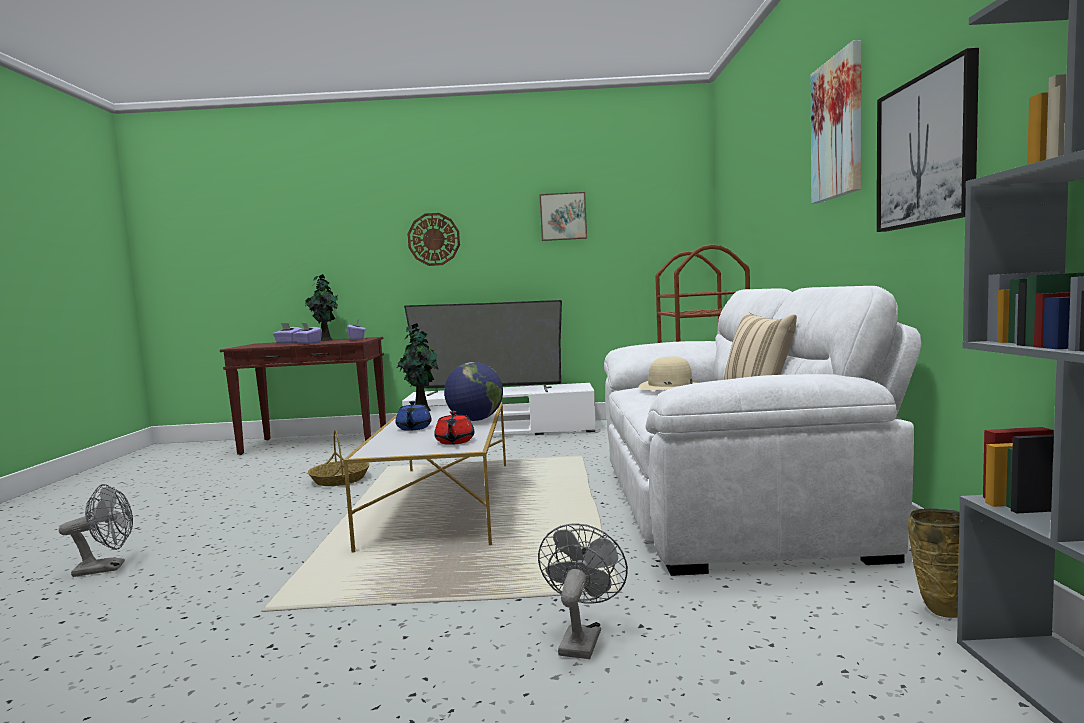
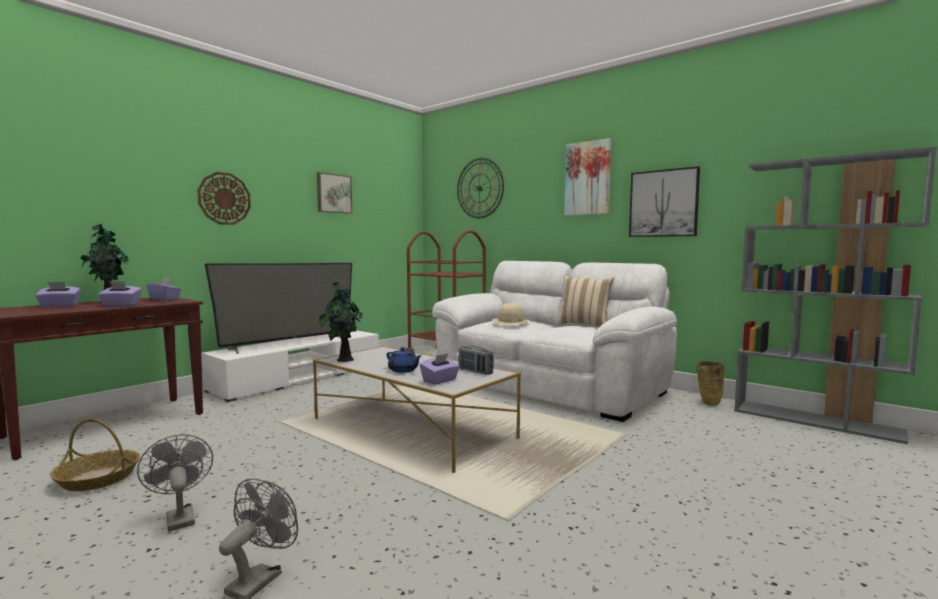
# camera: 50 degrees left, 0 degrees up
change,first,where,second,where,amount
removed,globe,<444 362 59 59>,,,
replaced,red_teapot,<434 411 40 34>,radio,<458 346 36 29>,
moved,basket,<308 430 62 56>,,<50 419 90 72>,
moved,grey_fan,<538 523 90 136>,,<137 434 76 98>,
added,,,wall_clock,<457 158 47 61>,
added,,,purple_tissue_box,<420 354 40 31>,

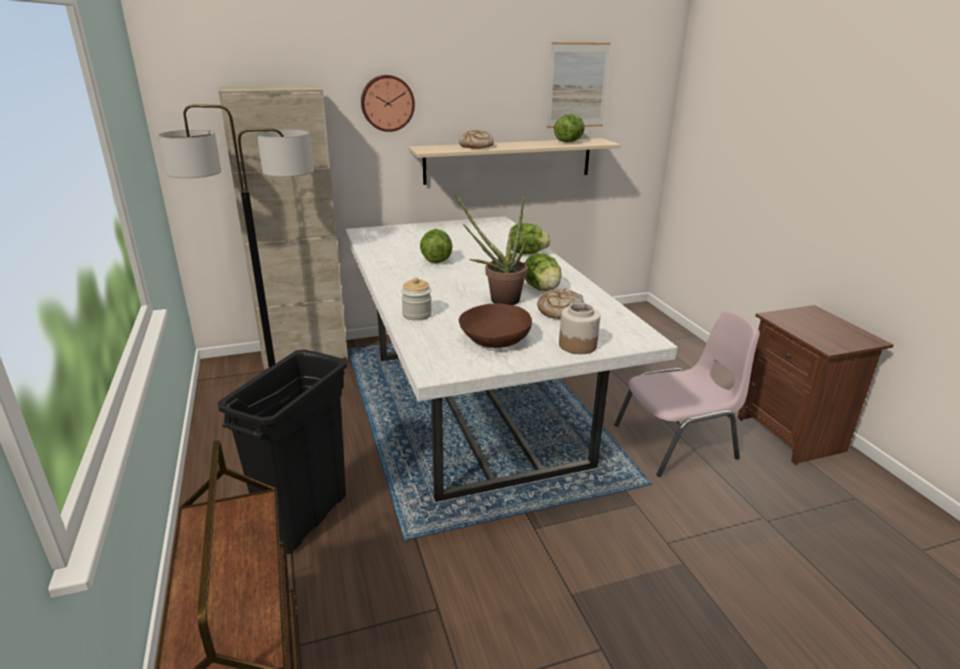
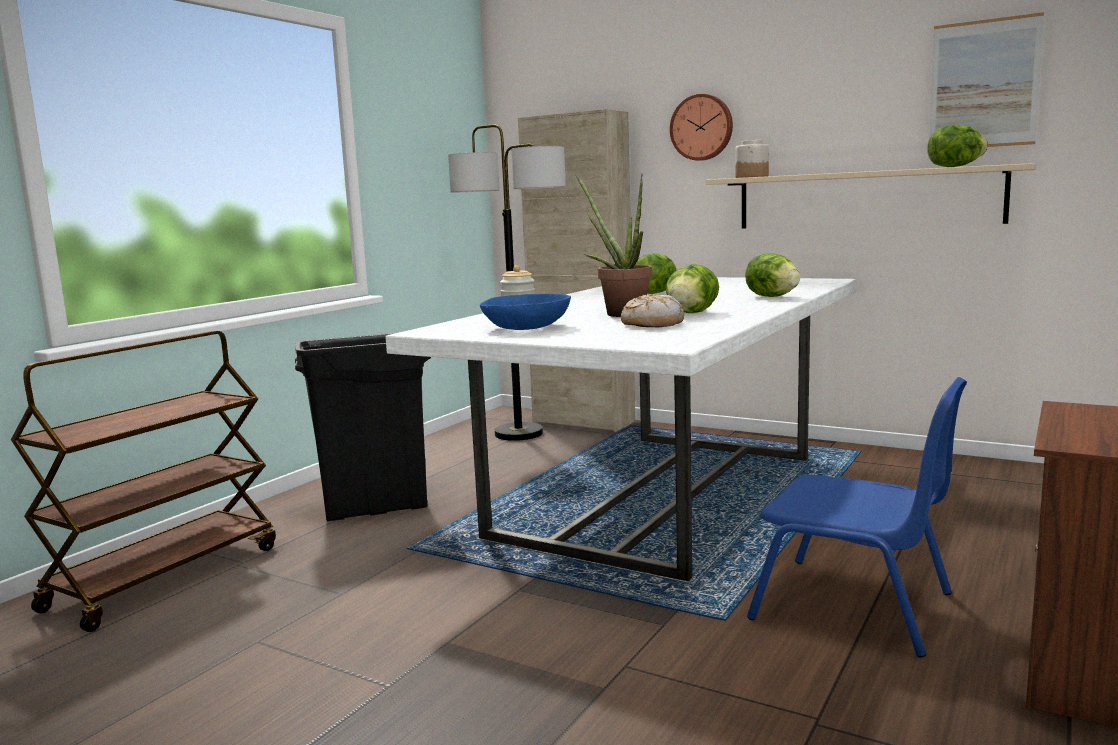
# camera: 50 degrees right, 15 degrees down
change,first,where,second,where,amount
removed,bread,<459 130 35 19>,,,
recoloured,brown_bowl,<459 303 73 45>,blue_bowl,<480 293 91 37>,
moved,jar,<559 303 41 51>,,<735 140 34 38>,
recoloured,pink_chair,<614 310 146 167>,blue_chair,<747 377 220 281>,

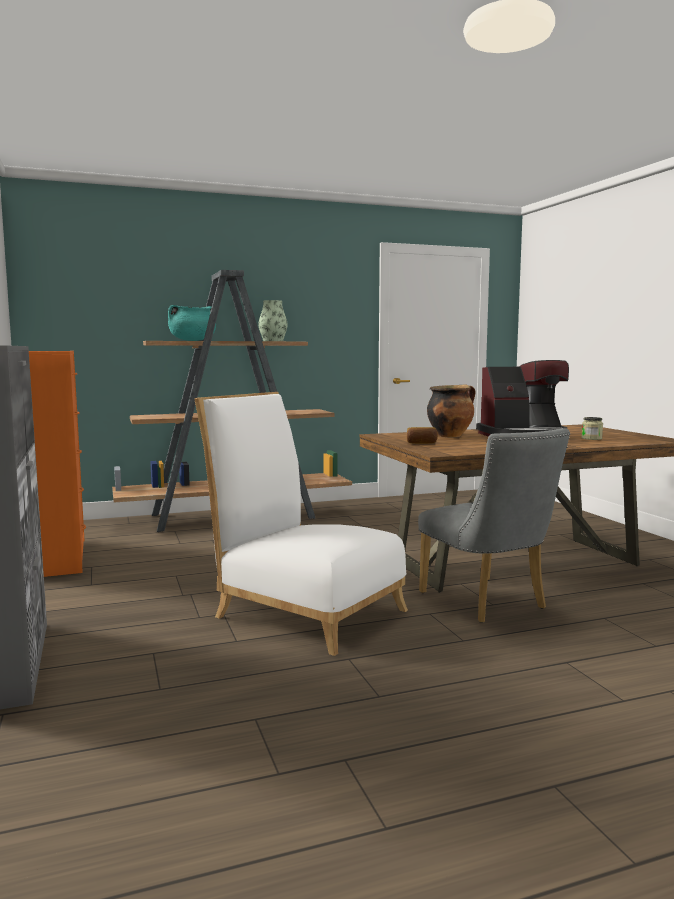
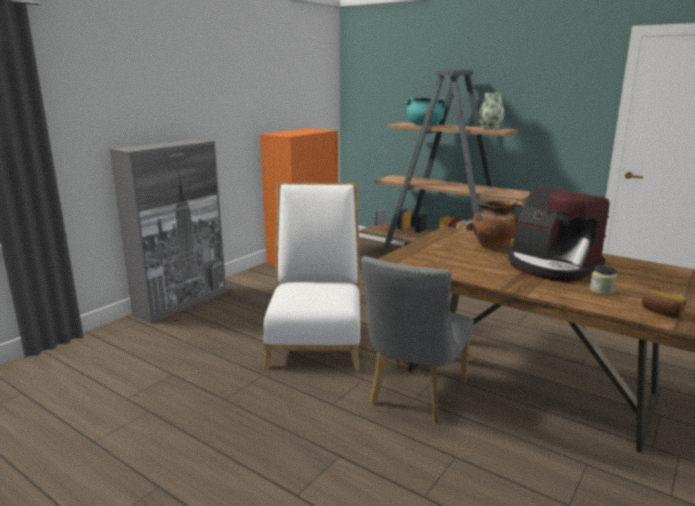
# camera: 55 degrees right, 10 degrees up
change,first,where,second,where,amount
moved,bread,<407 427 31 17>,,<642 289 44 29>,

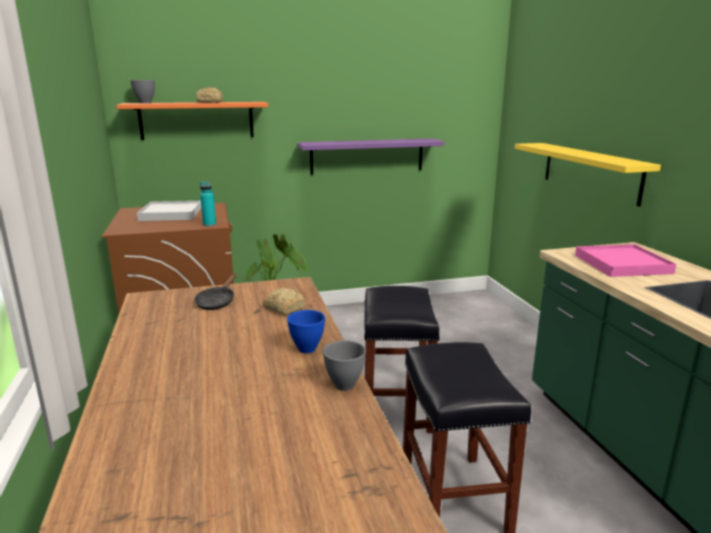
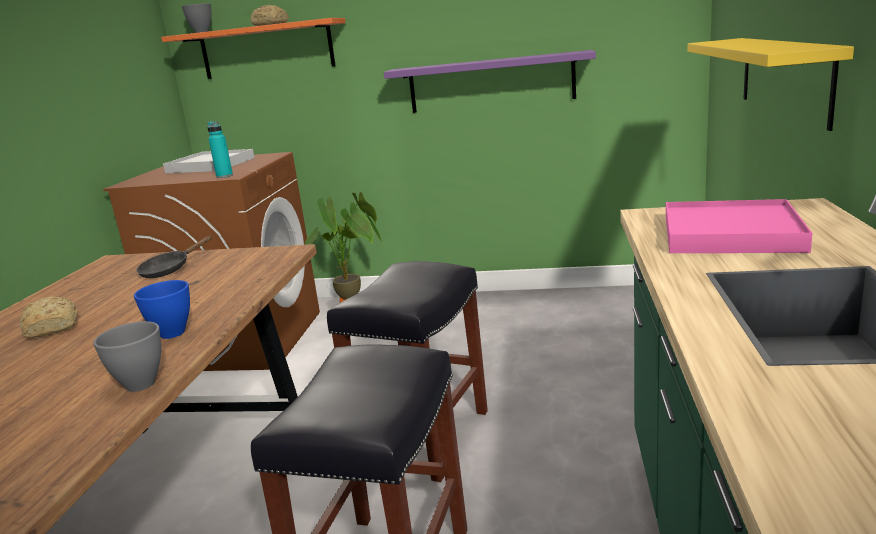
# camera: 25 degrees right, 0 degrees up
change,first,where,second,where,amount
moved,bread,<263 288 42 27>,,<19 297 58 41>,

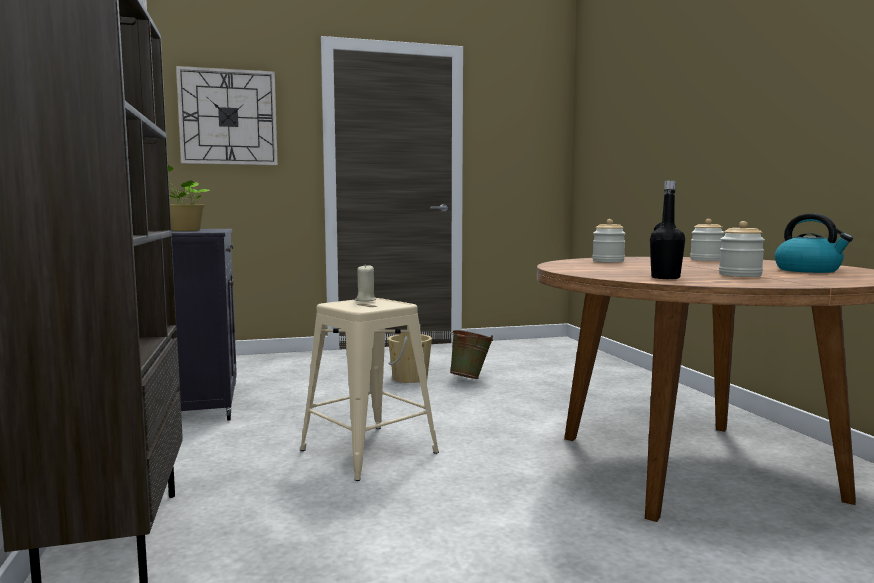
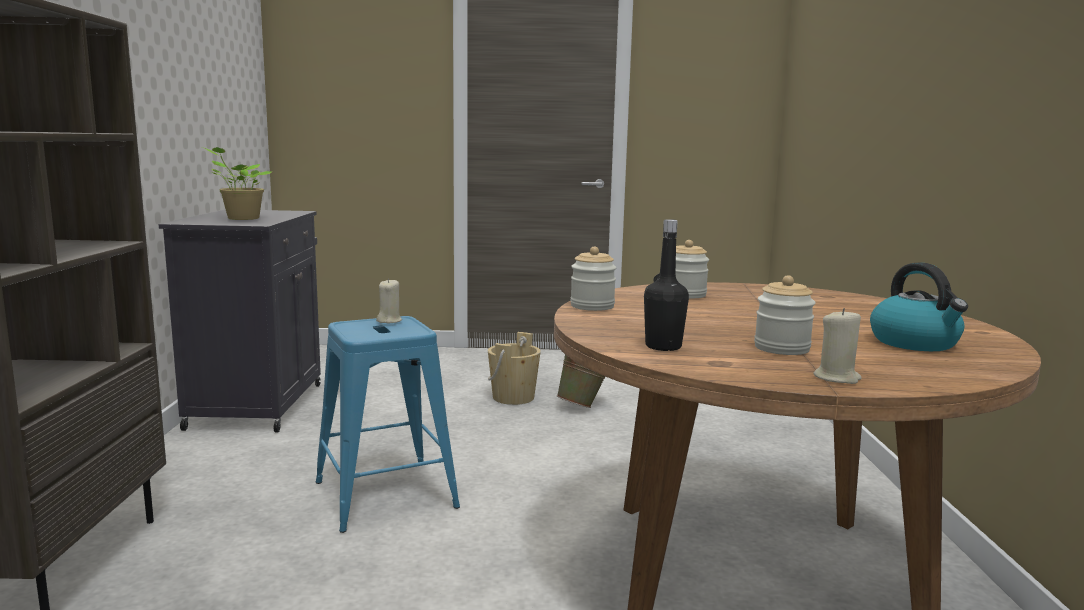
# camera: 15 degrees right, 5 degrees up
change,first,where,second,where,amount
removed,wall_clock,<176 66 102 99>,,,
moved,jar,<690 219 34 42>,,<570 247 46 64>,
recoloured,beige_stool,<300 298 139 183>,blue_stool,<316 316 144 217>,
added,,,beige_candle,<814 308 48 76>,

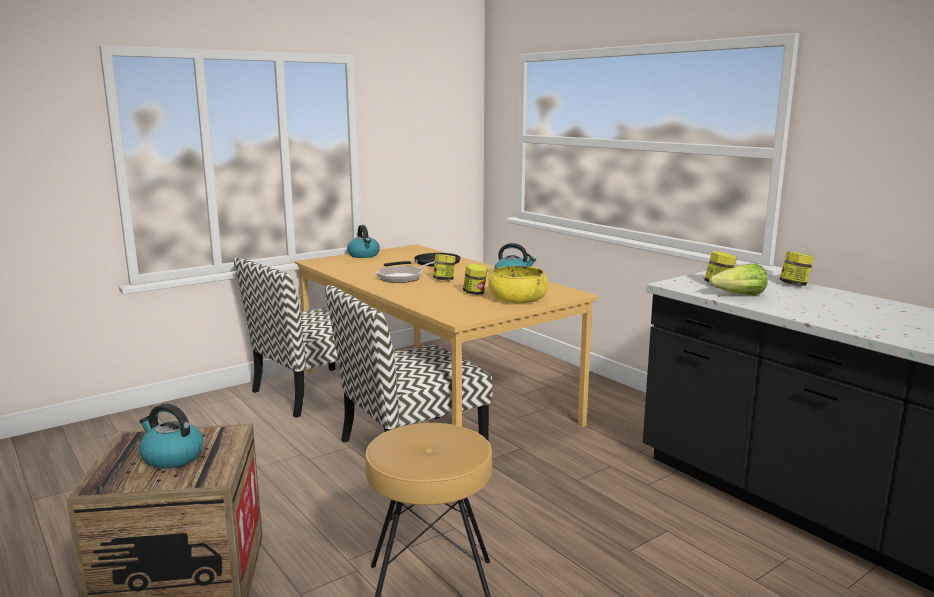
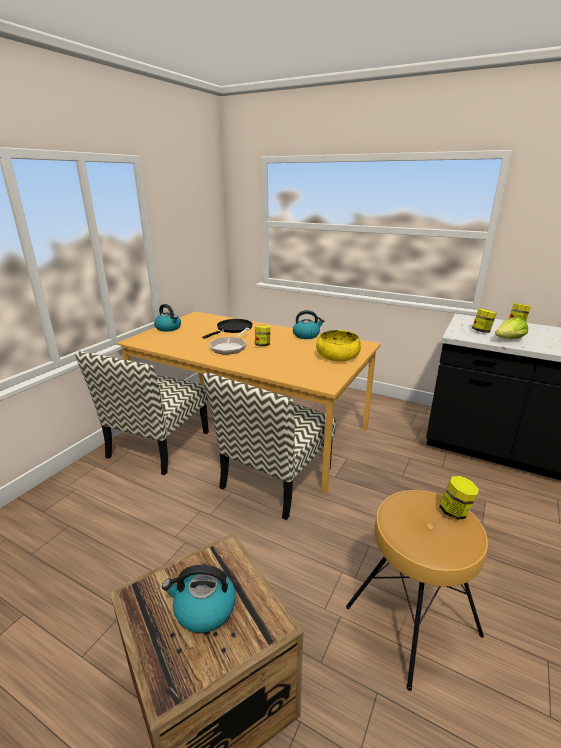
# camera: 25 degrees left, 10 degrees up
change,first,where,second,where,amount
moved,jar,<463 264 25 31>,,<439 476 40 44>,

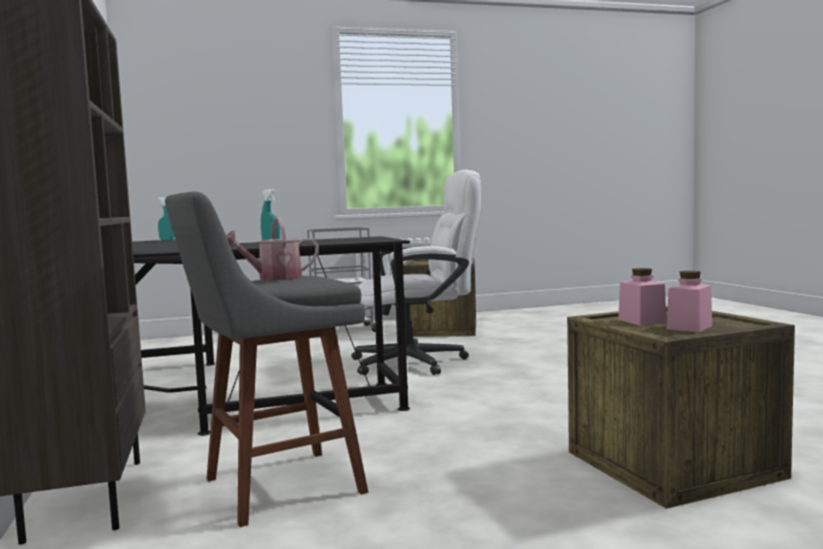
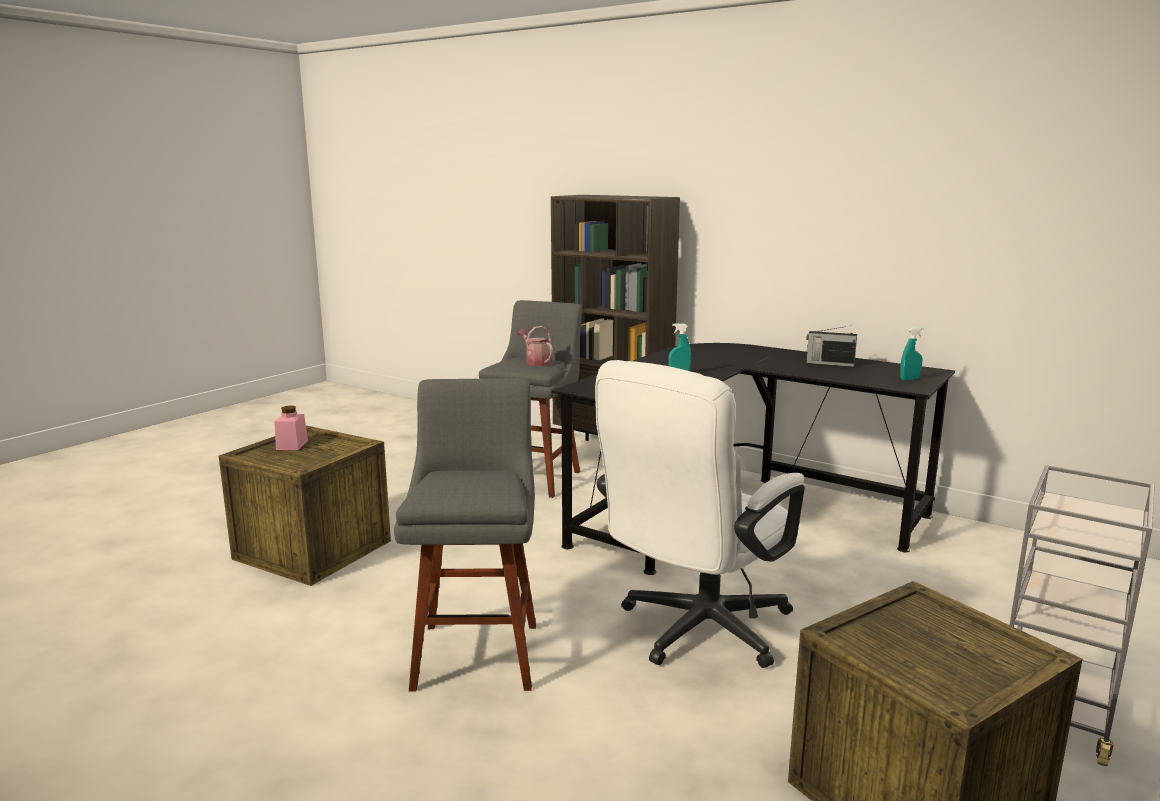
# camera: 140 degrees right, 10 degrees up
change,first,where,second,where,amount
turned,watering_can,<226 217 93 63>,,<518 326 35 40>,60 degrees counterclockwise
removed,pink_jar,<618 268 49 58>,,,
added,,,radio,<806 326 51 41>,
added,,,grey_stool,<394 379 142 313>,

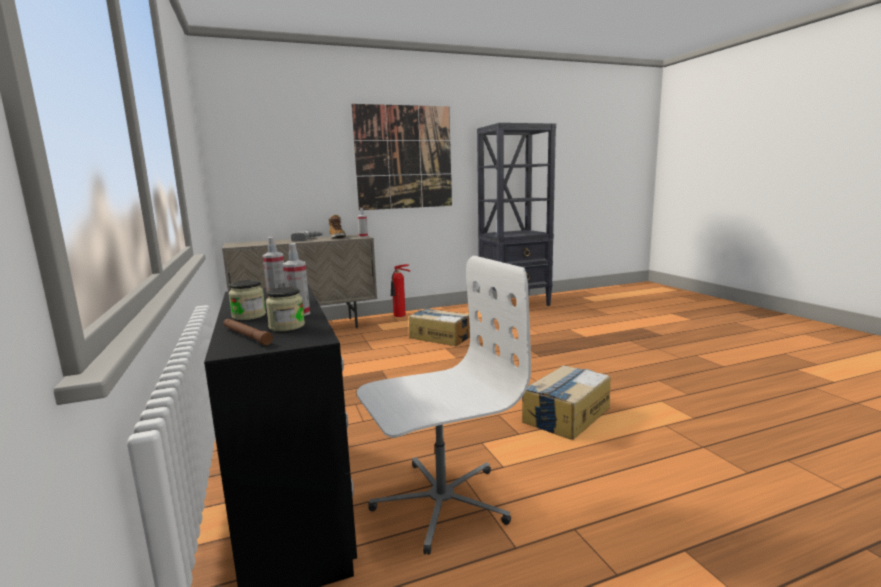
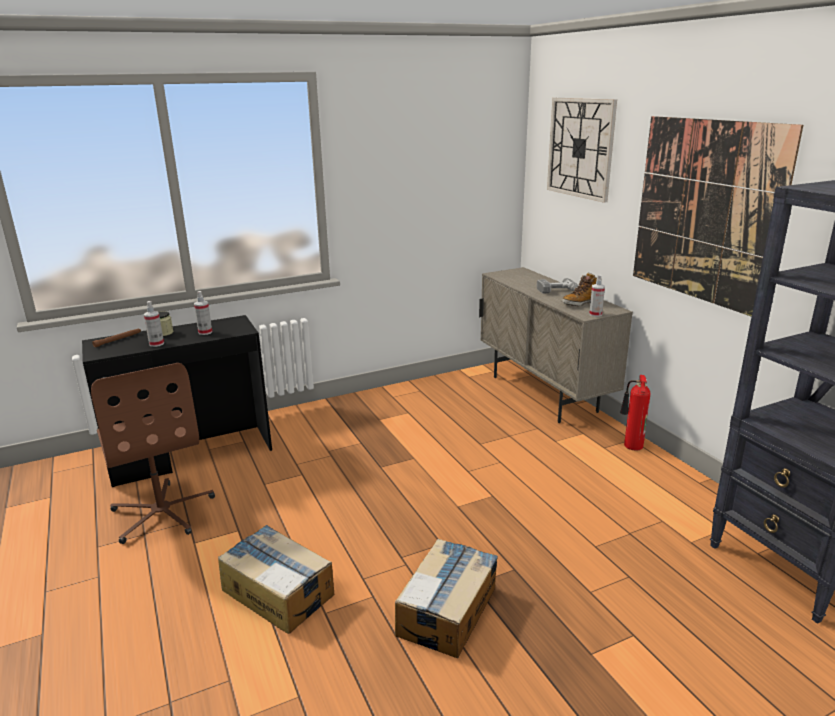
# camera: 85 degrees right, 10 degrees up
change,first,where,second,where,amount
recoloured,white_office_chair,<357 256 174 299>,brown_office_chair,<91 363 124 181>,
removed,jar,<266 287 39 44>,,,
moved,cardboard_box,<409 308 61 38>,,<395 538 103 120>,
added,,,wall_clock,<547 98 70 105>,

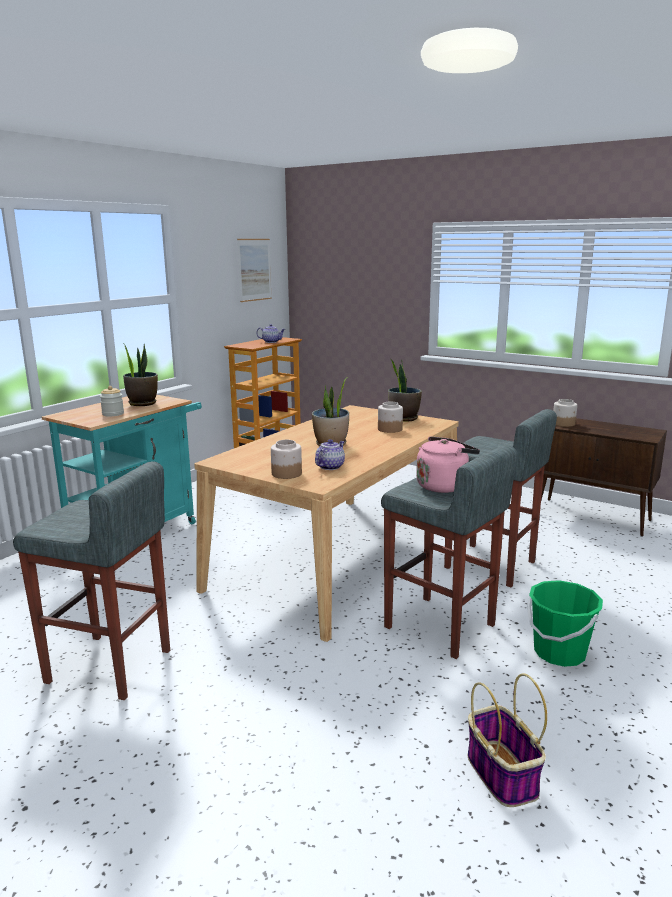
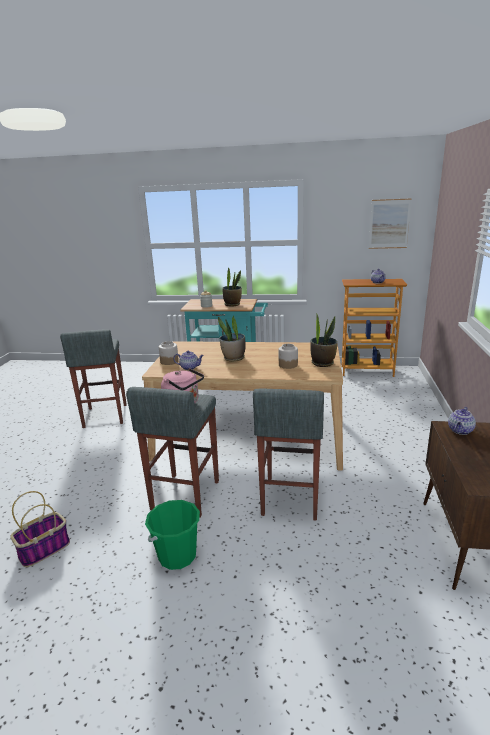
# camera: 65 degrees right, 5 degrees up
change,first,where,second,where,amount
replaced,jar,<553 399 24 28>,teapot,<448 407 28 28>,

